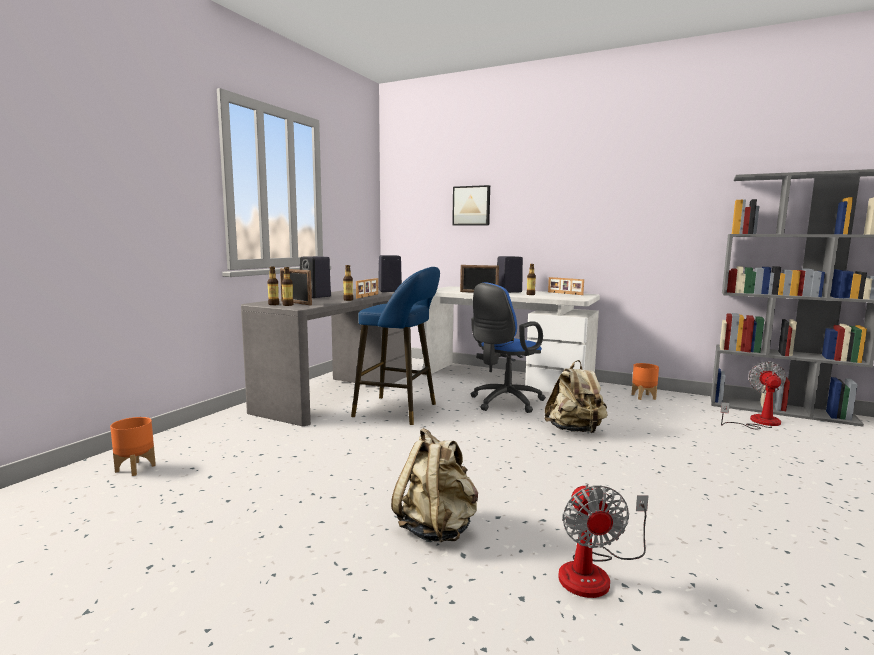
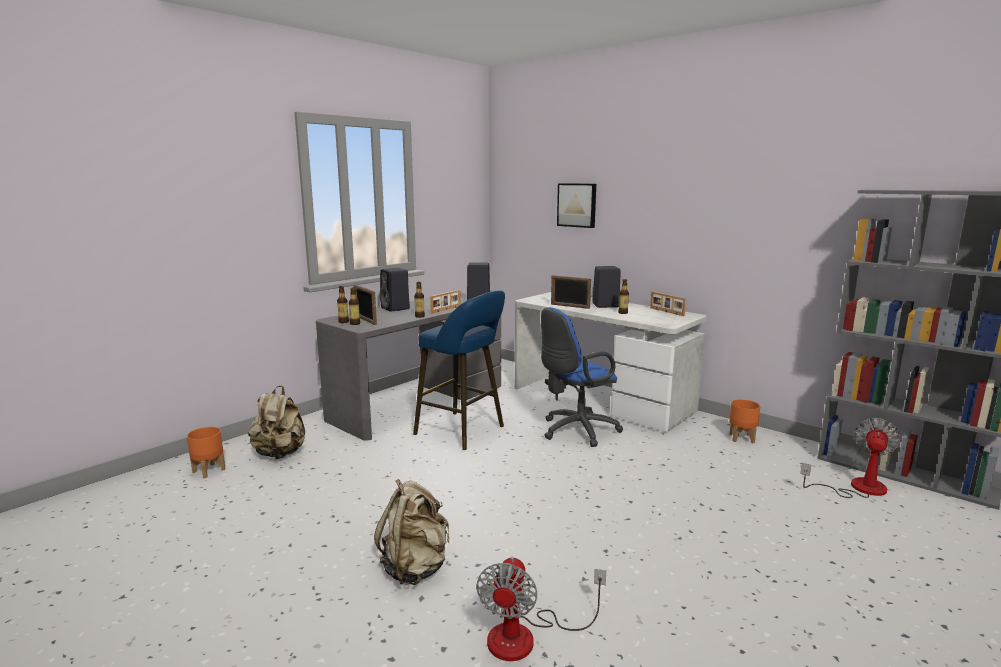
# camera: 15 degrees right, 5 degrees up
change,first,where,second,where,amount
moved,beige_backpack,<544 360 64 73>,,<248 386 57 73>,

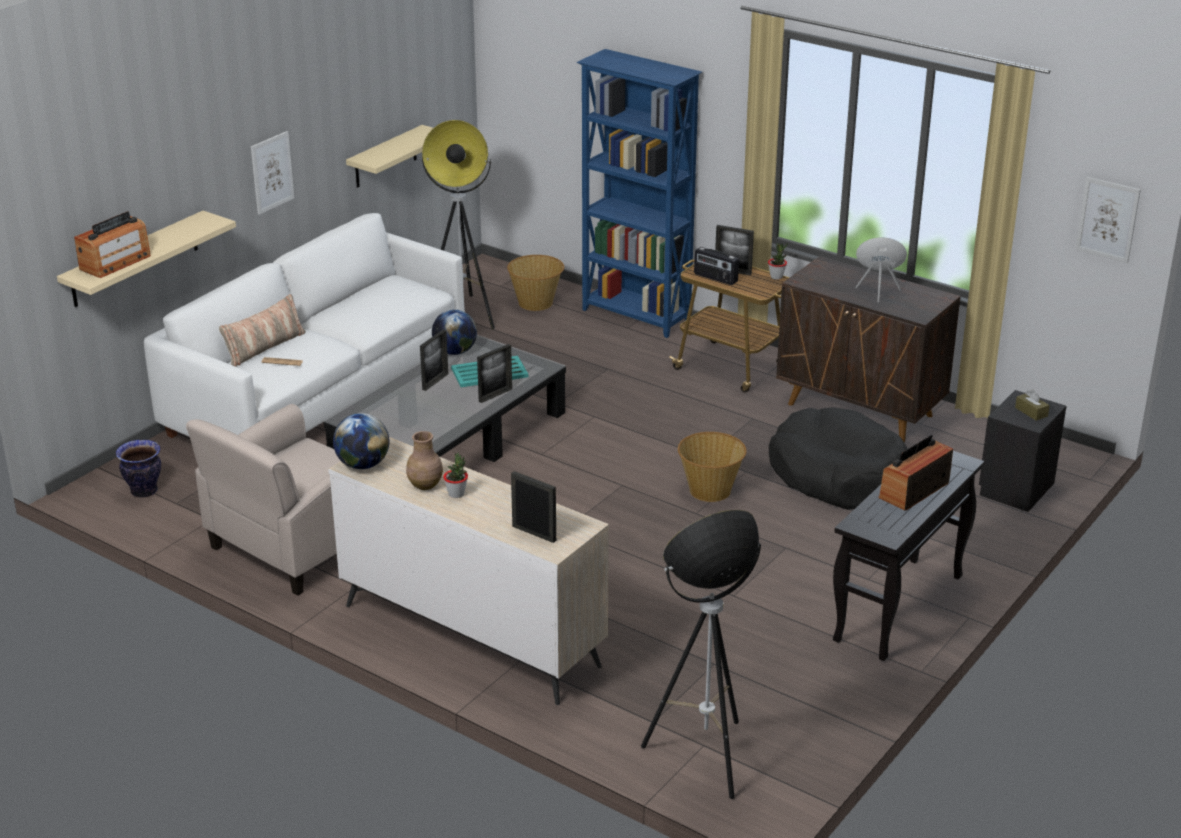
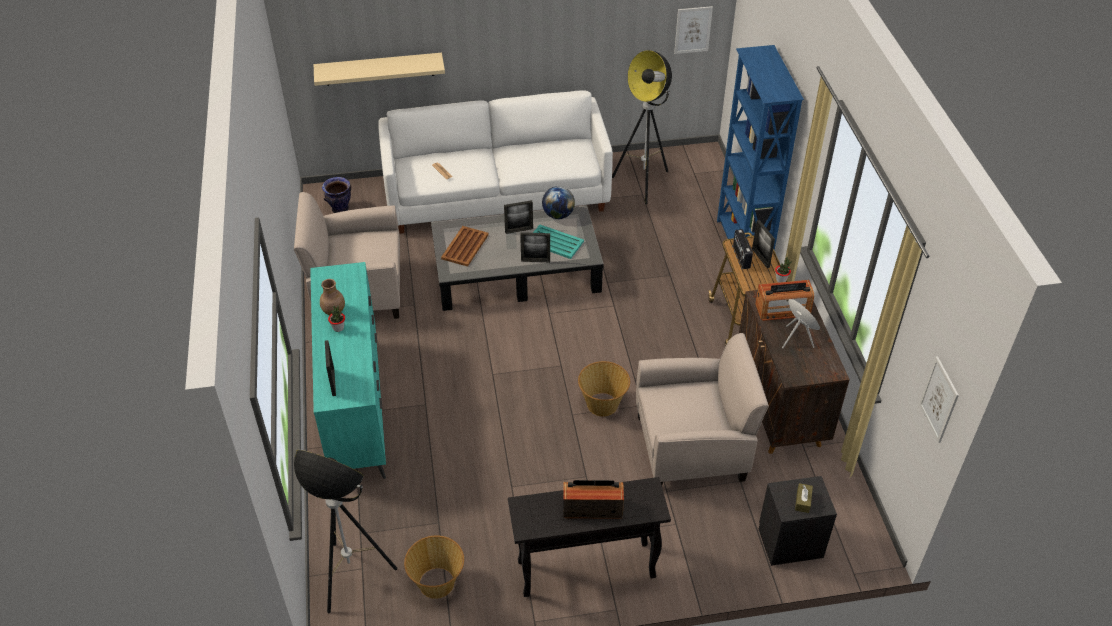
# camera: 45 degrees right, 15 degrees up
change,first,where,second,where,amount
removed,beige_shelf,<346 125 87 63>,,,
moved,picture,<251 131 43 84>,,<674 6 39 48>,
moved,radio,<74 211 77 67>,,<755 280 59 41>,
moved,basket,<507 255 57 56>,,<404 536 60 63>,
removed,pillow,<219 294 87 73>,,,
replaced,black_dog_bed,<769 407 138 103>,beige_armchair,<636 333 133 152>,
removed,globe,<333 413 56 56>,,,
recoloured,beige_dresser,<328 437 281 268>,turquoise_dresser,<310 262 76 217>,
added,,,brown_tray,<441 226 48 41>,

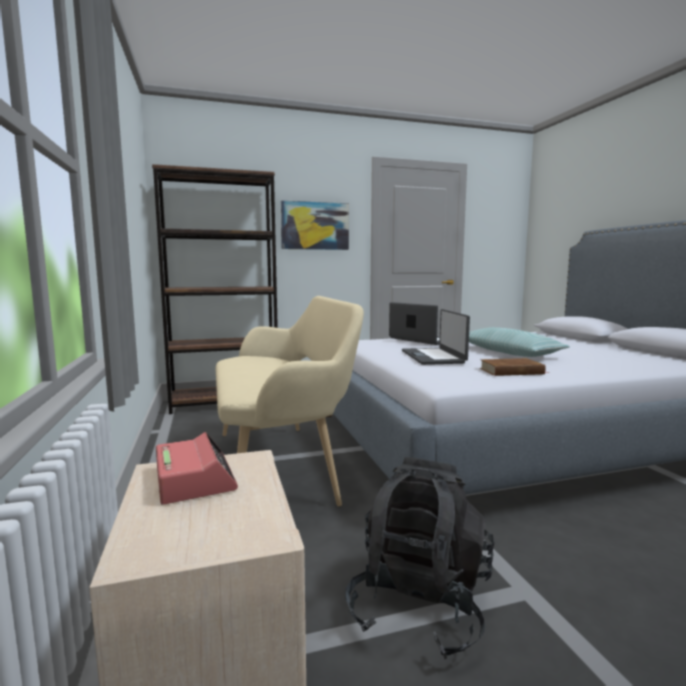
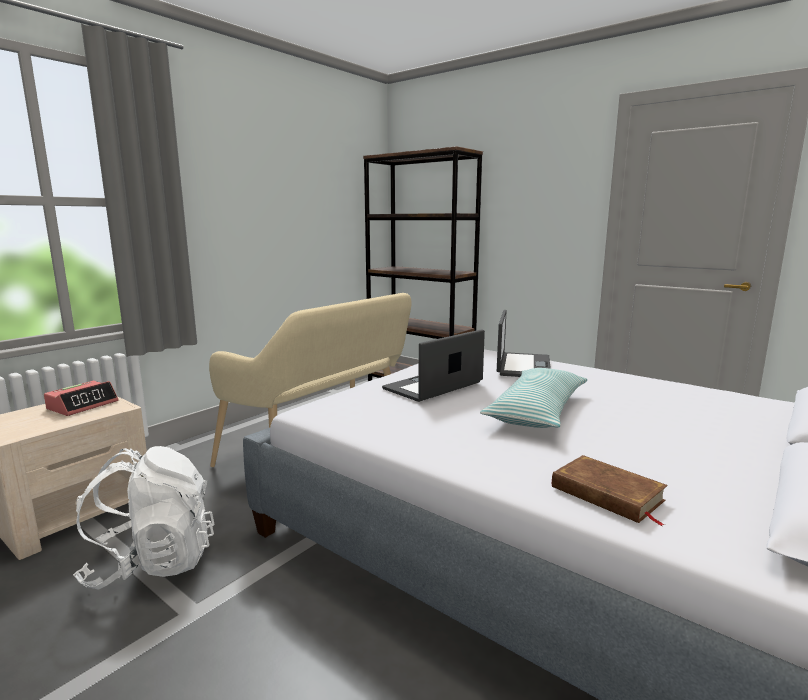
# camera: 55 degrees right, 5 degrees up
change,first,where,second,where,amount
removed,picture,<281 201 68 49>,,,
moved,brown_book,<480 358 68 18>,,<552 455 116 71>,
recoloured,black_backpack,<345 457 149 202>,white_backpack,<73 446 141 144>,

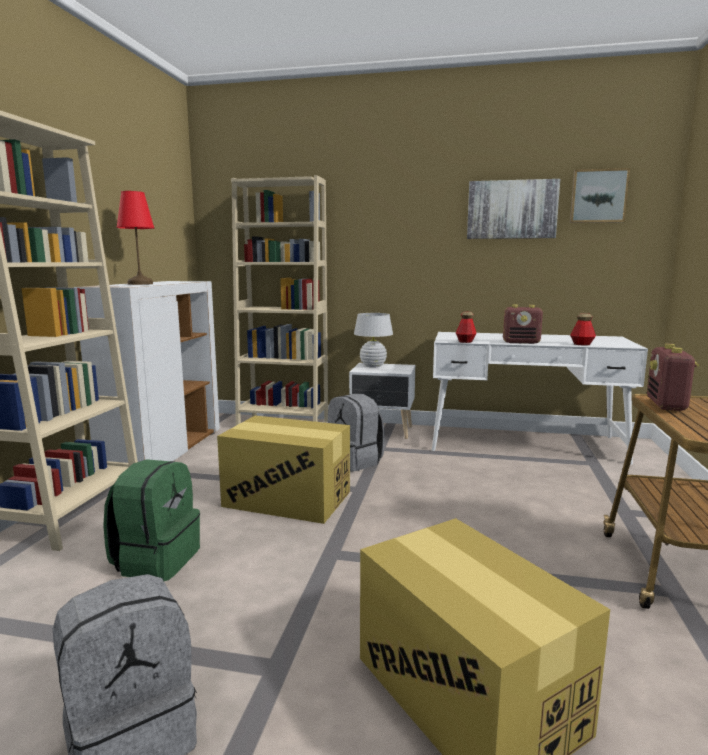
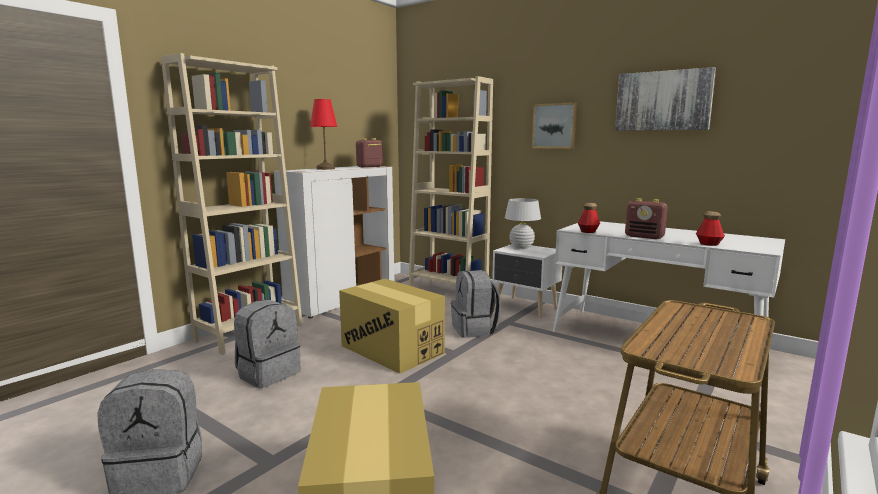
# camera: 25 degrees right, 0 degrees up
change,first,where,second,where,amount
moved,picture,<570 168 60 55>,,<532 102 45 47>,
moved,radio,<647 344 52 67>,,<356 138 27 30>,
recoloured,green_backpack,<103 459 97 122>,grey_backpack,<234 300 66 88>,

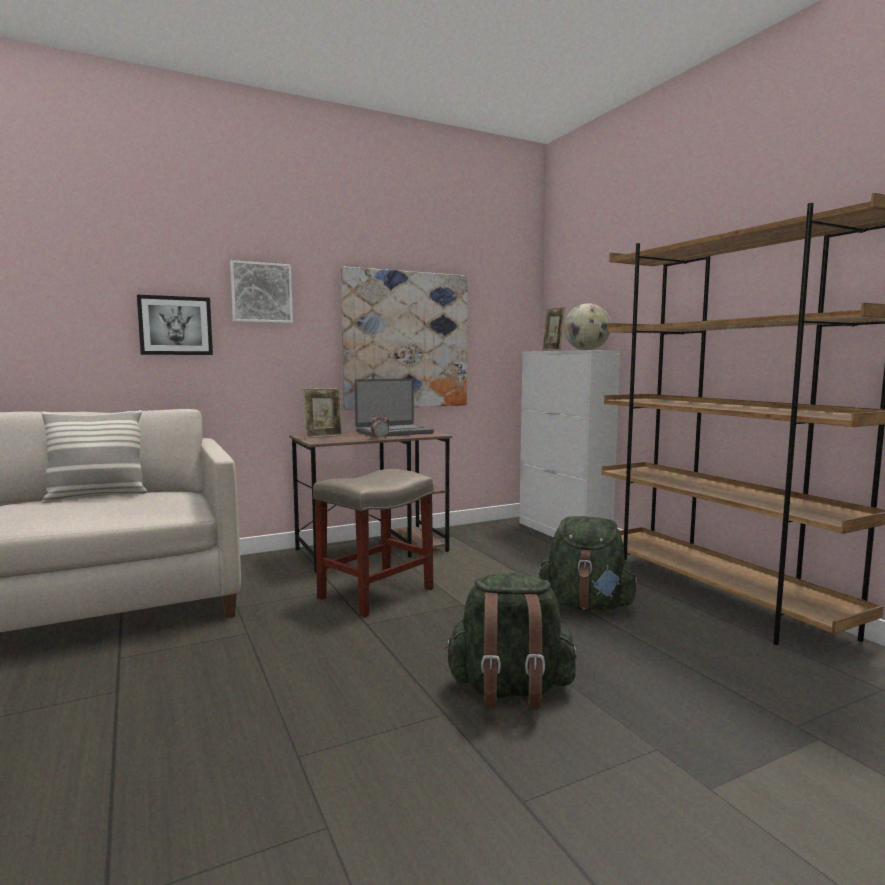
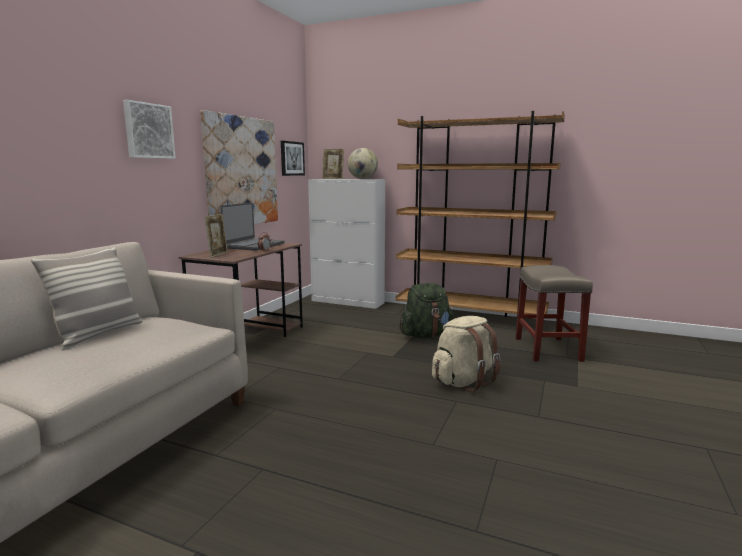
# camera: 40 degrees left, 5 degrees up
change,first,where,second,where,amount
moved,picture,<137 295 76 60>,,<281 141 24 35>,
moved,beige_stool,<313 469 120 149>,,<516 265 77 97>,
recoloured,green_backpack,<444 573 133 137>,beige_backpack,<432 316 69 76>,

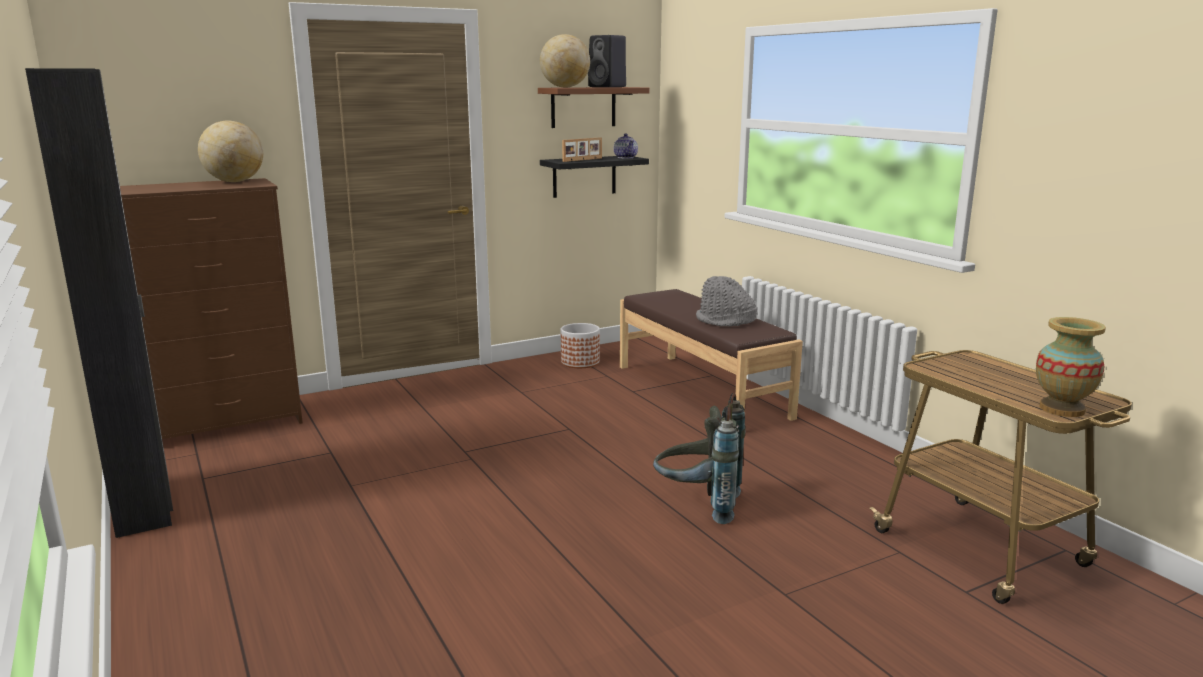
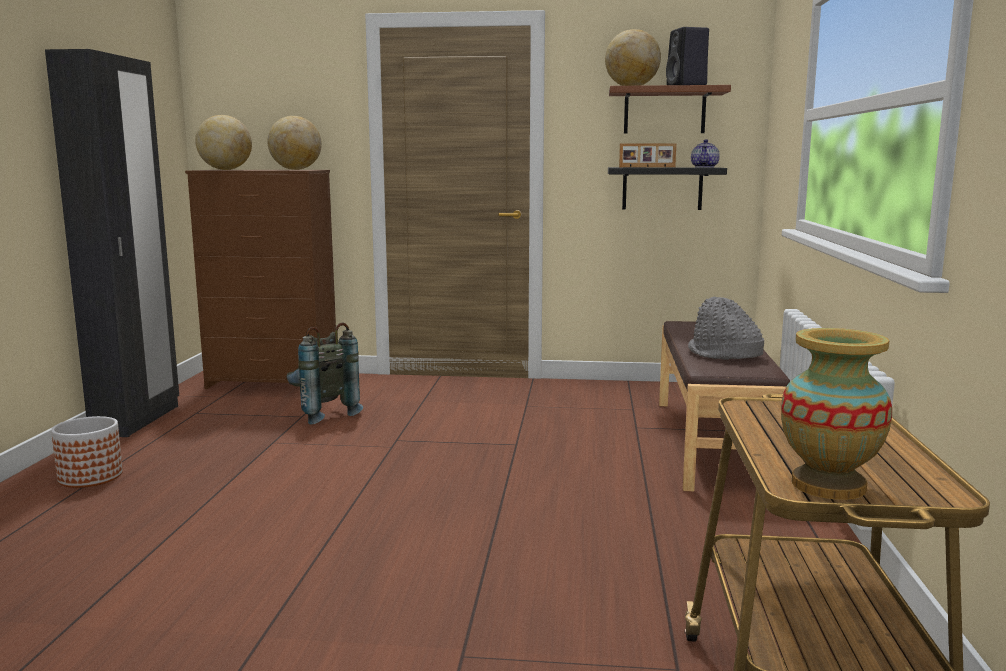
# camera: 35 degrees right, 5 degrees down
change,first,where,second,where,amount
moved,planter,<561 323 39 45>,,<51 416 72 72>,
moved,grey_backpack,<653 393 93 131>,,<286 322 77 102>,
added,,,globe,<195 115 57 55>,

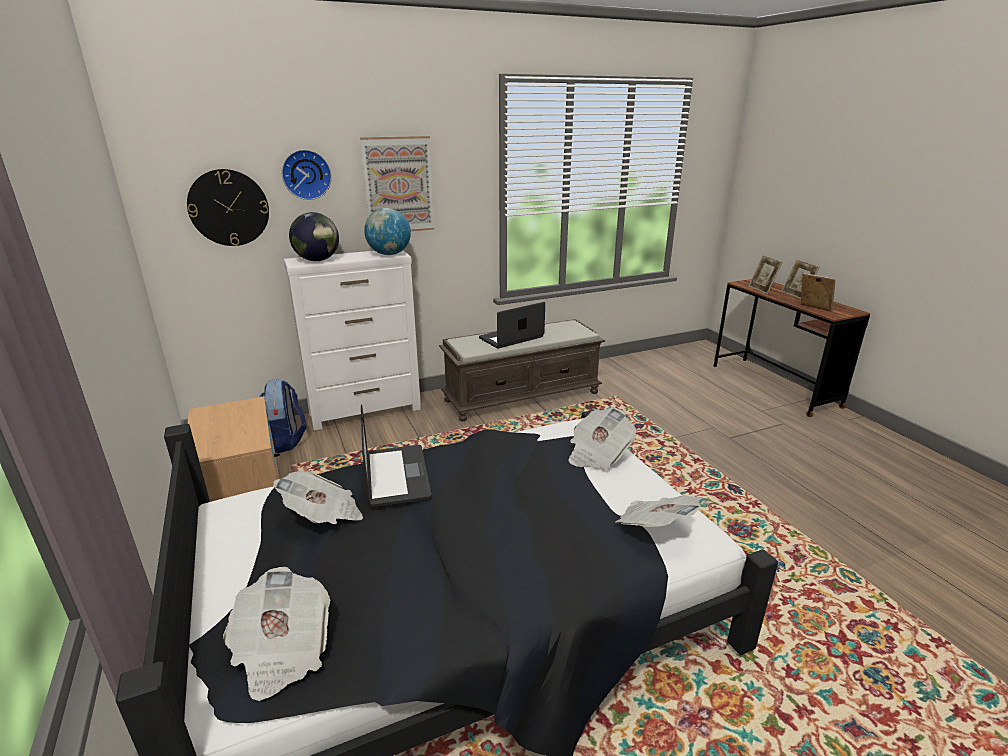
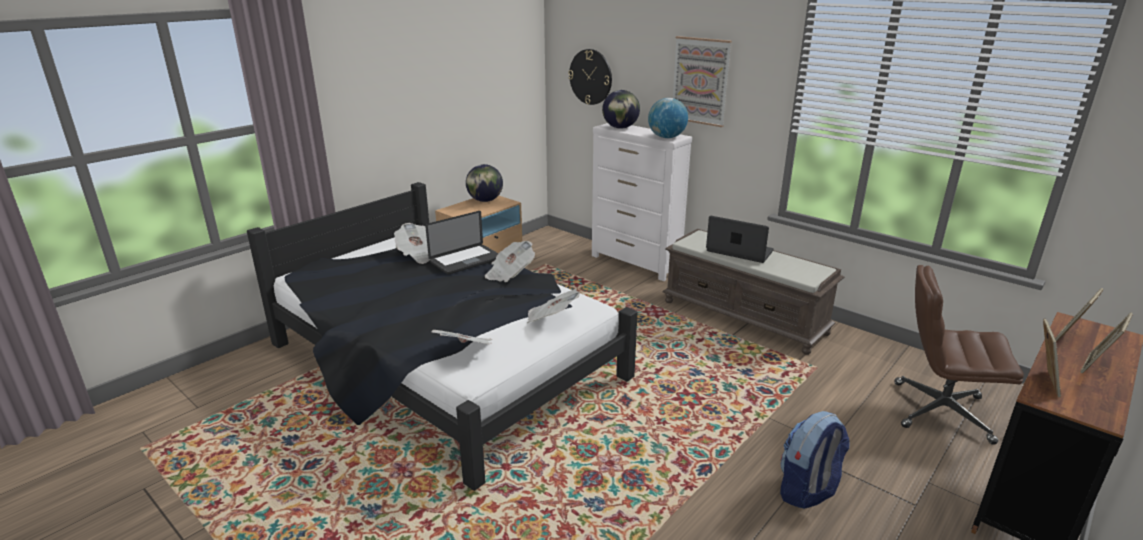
# camera: 65 degrees right, 0 degrees up
change,first,where,second,where,amount
removed,wall_clock,<281 149 51 51>,,,
moved,backpack,<259 379 48 74>,,<780 411 69 98>,
moved,newspaper,<223 567 107 134>,,<485 241 50 41>,
added,,,globe,<466 164 37 38>,
added,,,brown_office_chair,<894 265 130 180>,

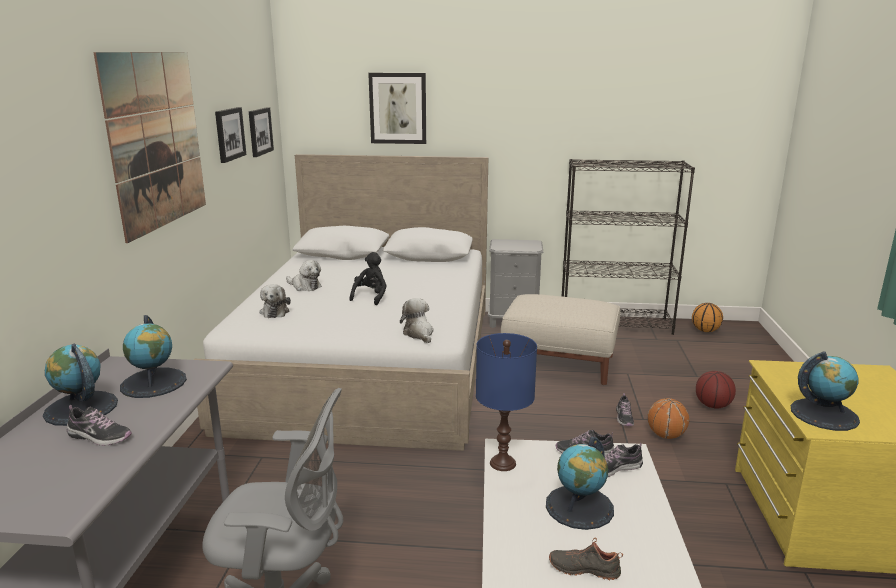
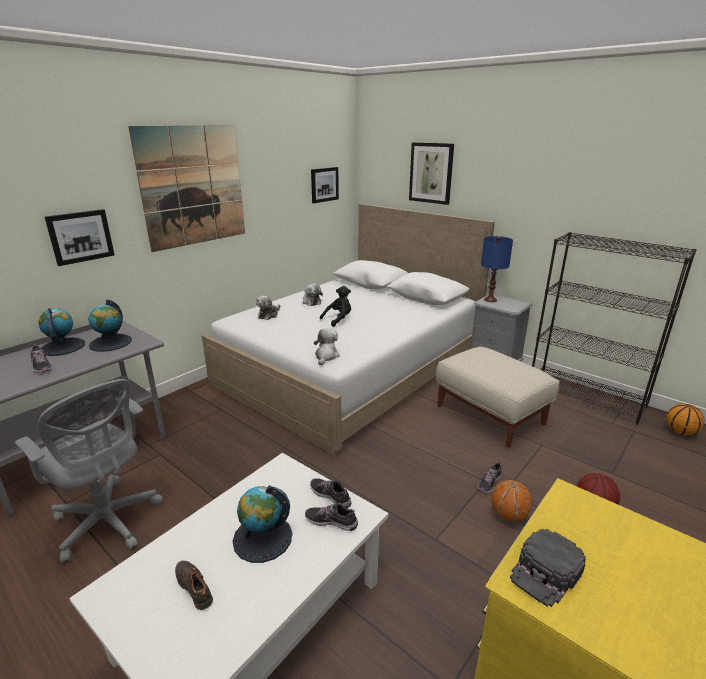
# camera: 35 degrees right, 5 degrees up
change,first,where,second,where,amount
moved,picture,<215 107 31 56>,,<45 209 69 57>,
moved,blue_table_lamp,<476 333 61 138>,,<481 236 32 66>,
replaced,globe,<791 351 69 80>,black_cap,<510 529 76 78>,

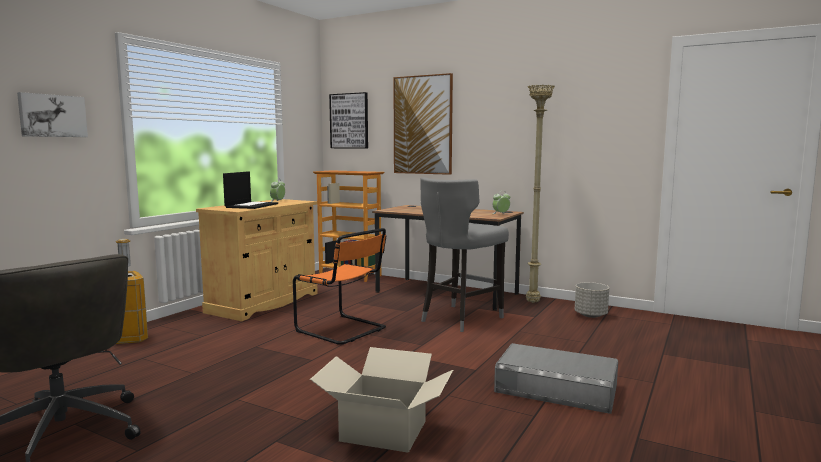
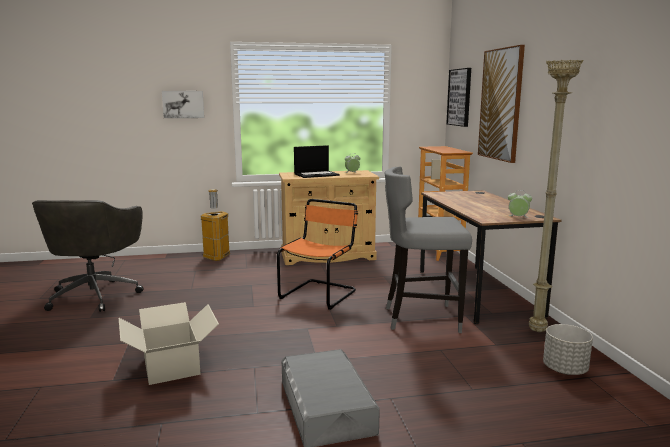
# camera: 50 degrees right, 5 degrees up
change,first,where,second,where,amount
turned,orange_chair,<293 228 93 117>,,<277 199 81 111>,150 degrees counterclockwise

